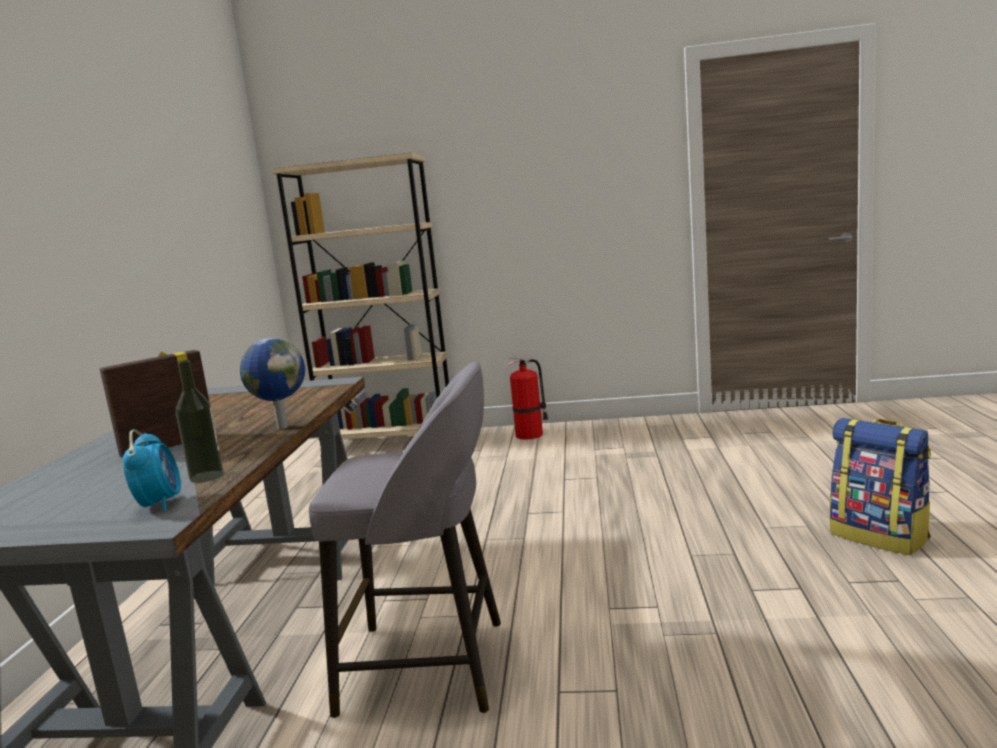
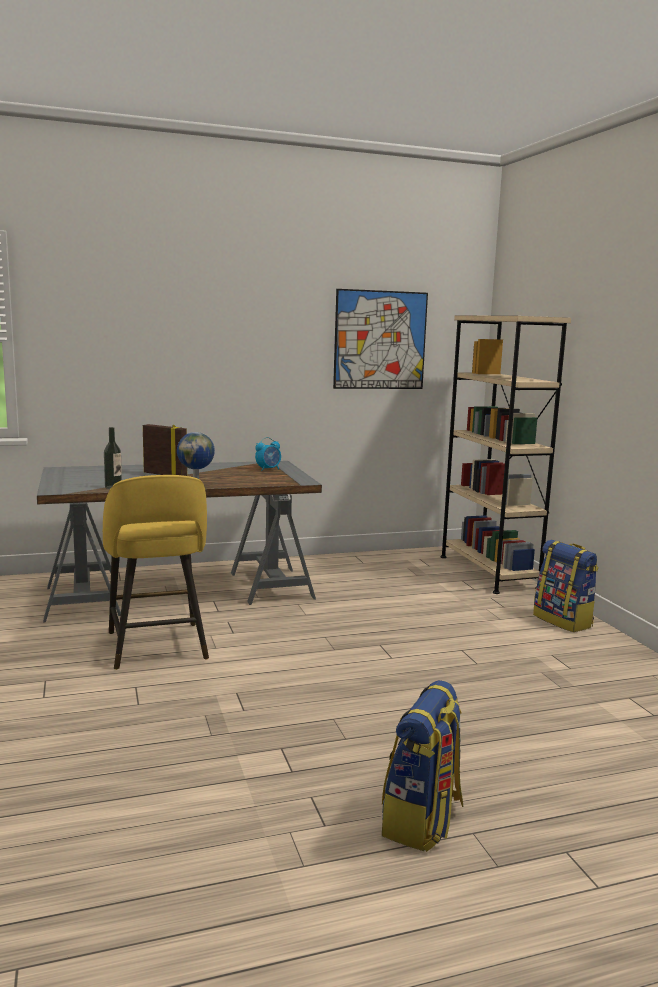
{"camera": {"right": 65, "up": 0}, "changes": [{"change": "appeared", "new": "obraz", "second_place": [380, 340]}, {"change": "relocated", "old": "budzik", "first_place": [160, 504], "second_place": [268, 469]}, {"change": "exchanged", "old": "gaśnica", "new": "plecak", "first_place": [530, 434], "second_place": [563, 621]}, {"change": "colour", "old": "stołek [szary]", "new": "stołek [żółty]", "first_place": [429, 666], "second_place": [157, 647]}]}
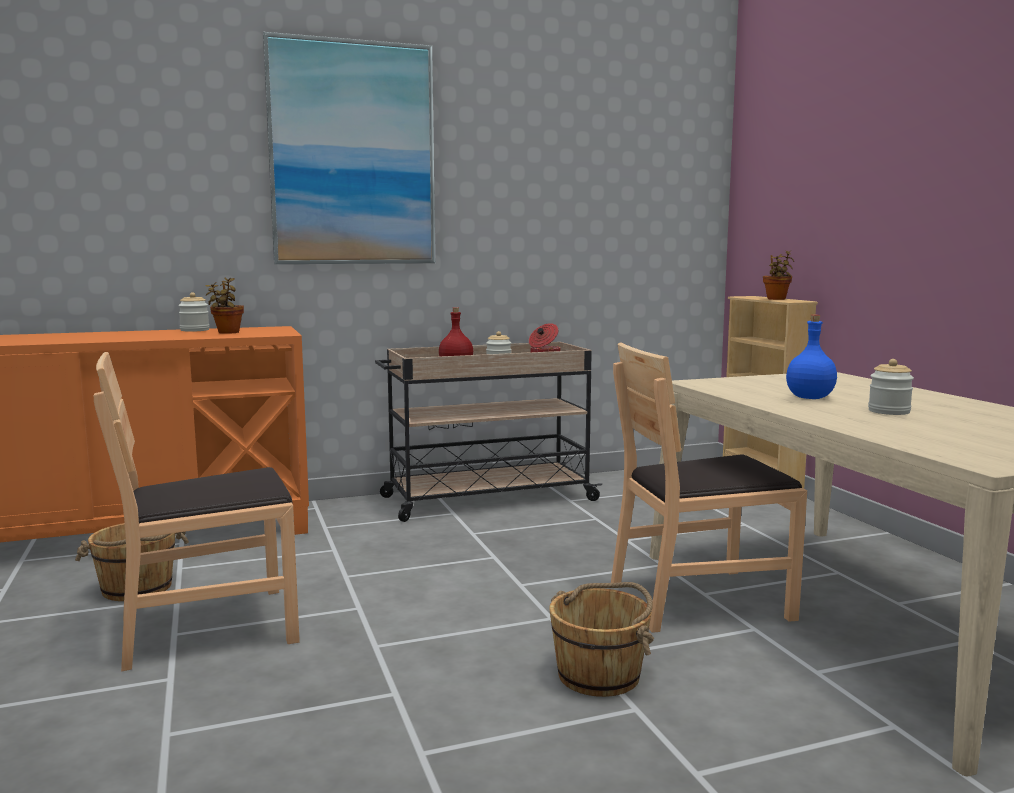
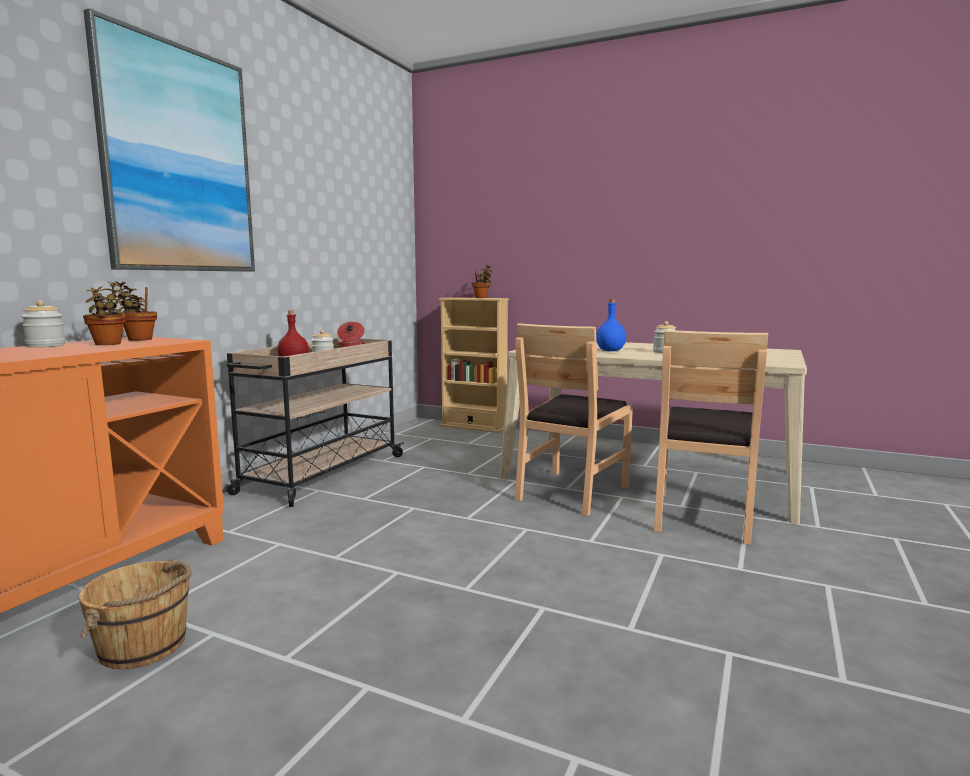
{"camera": {"right": -45, "up": 0}, "changes": [{"change": "missing", "old": "wiadro [brązowy]", "first_place": [600, 675]}, {"change": "appeared", "new": "roślina doniczkowa", "second_place": [138, 339]}, {"change": "relocated", "old": "krzesło [brązowy]", "first_place": [209, 627], "second_place": [702, 516]}]}
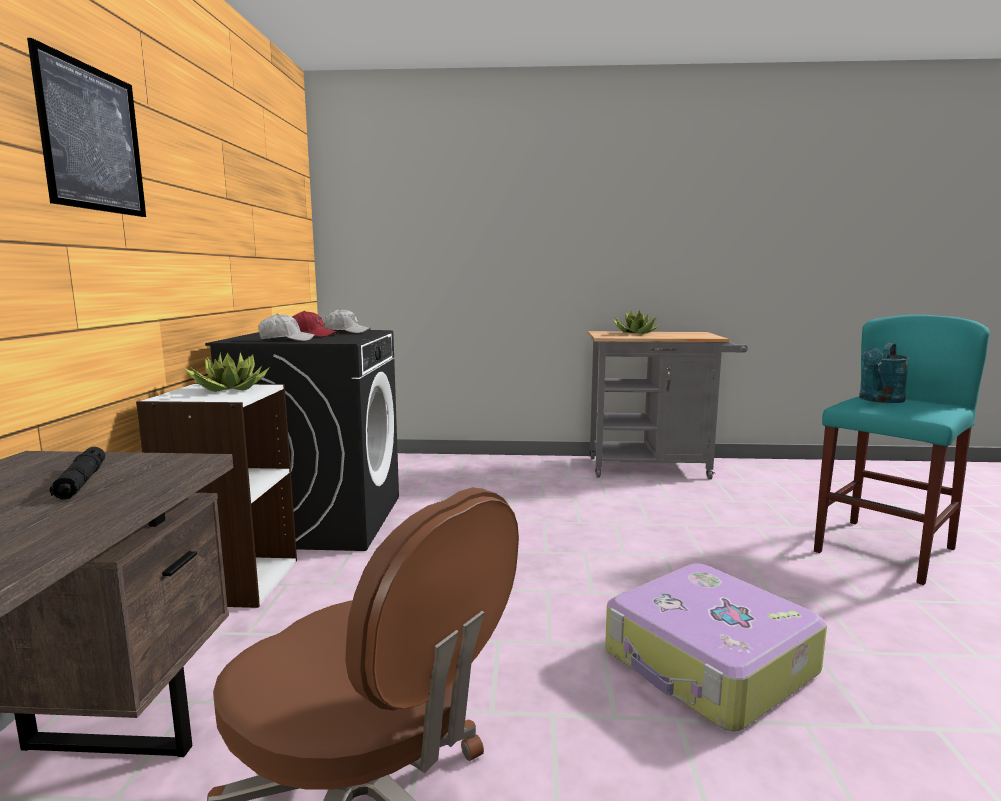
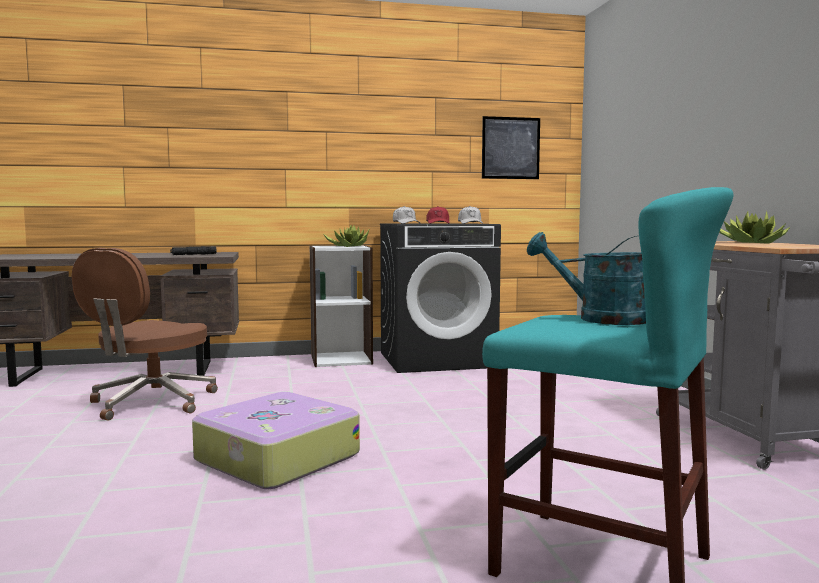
{"camera": {"right": 75, "up": -5}, "changes": [{"change": "relocated", "old": "obraz", "first_place": [92, 139], "second_place": [510, 148]}]}
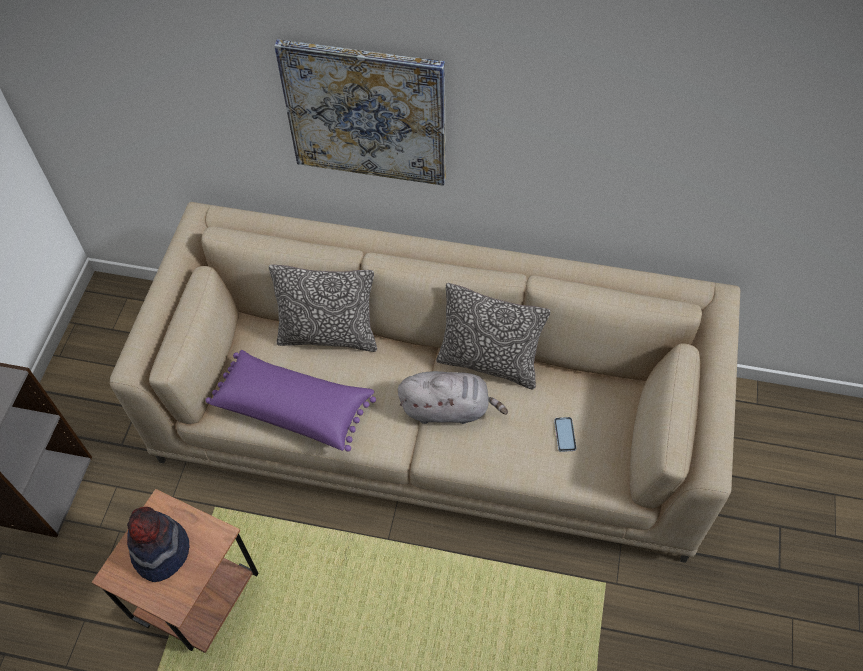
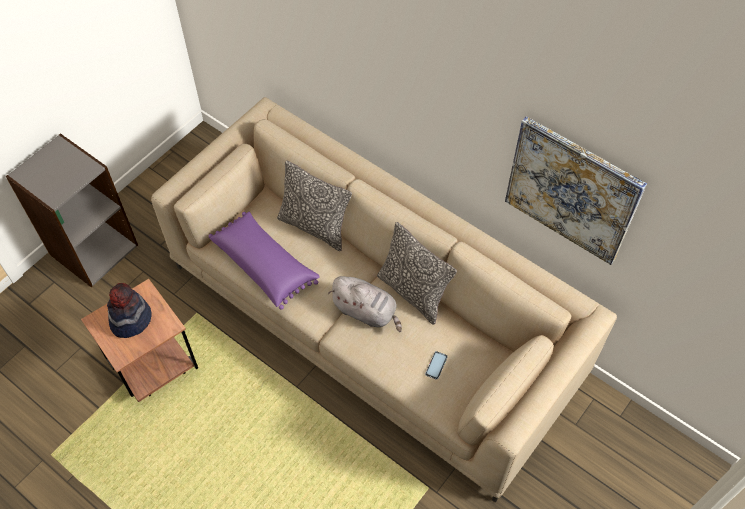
{"camera": {"right": 25, "up": 0}, "changes": [{"change": "relocated", "old": "obraz", "first_place": [366, 113], "second_place": [572, 190]}]}
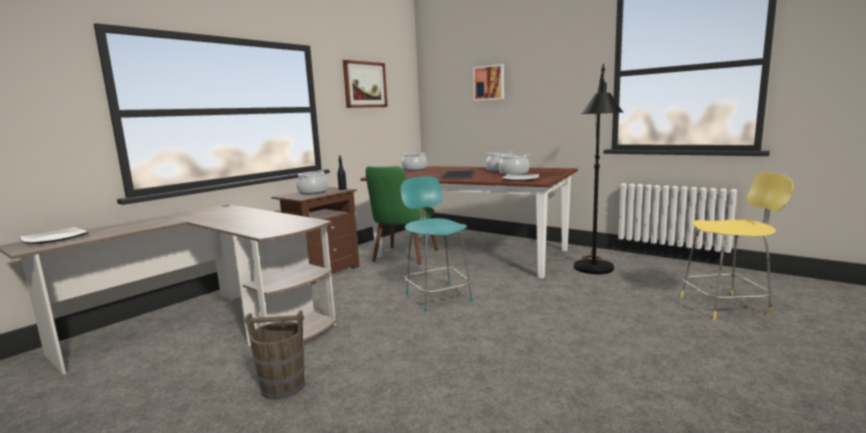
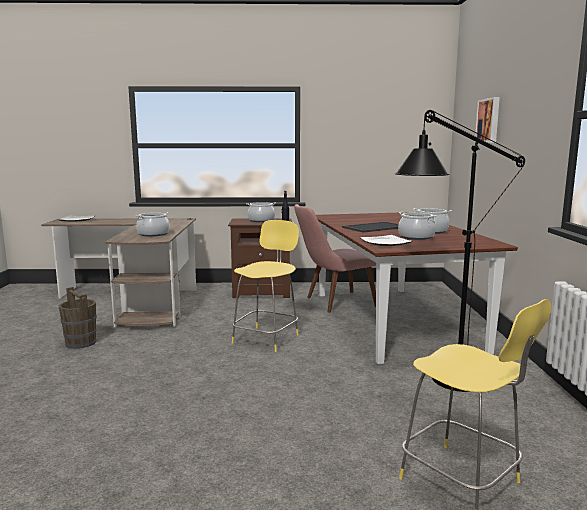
{"camera": {"right": 50, "up": 0}, "changes": [{"change": "missing", "old": "obraz", "first_place": [365, 84]}, {"change": "relocated", "old": "garnek", "first_place": [414, 169], "second_place": [153, 234]}, {"change": "colour", "old": "krzesło [zielony]", "new": "krzesło [różowy]", "first_place": [402, 258], "second_place": [332, 303]}, {"change": "colour", "old": "stołek [turkusowy]", "new": "stołek [żółty]", "first_place": [437, 296], "second_place": [267, 338]}]}
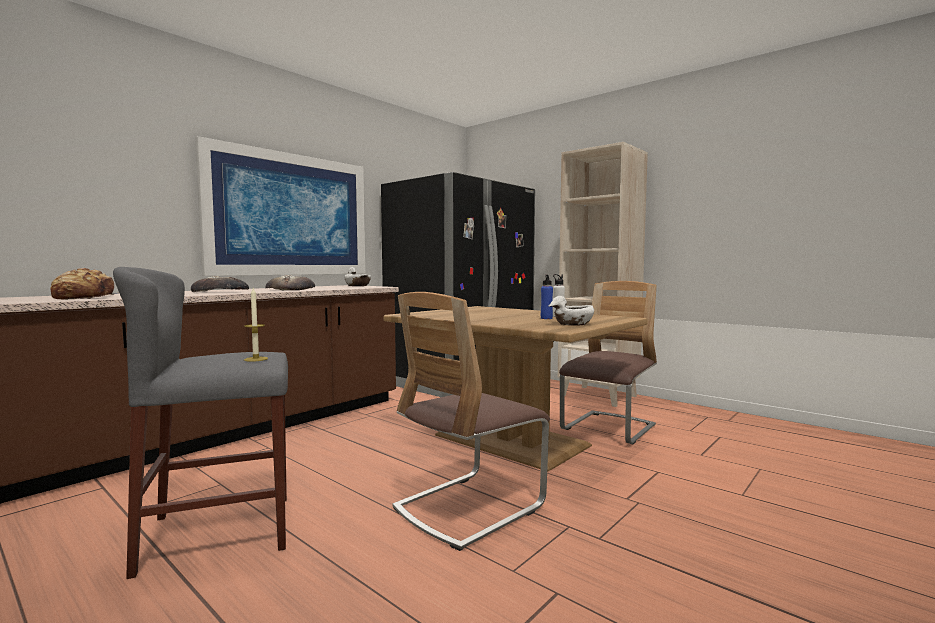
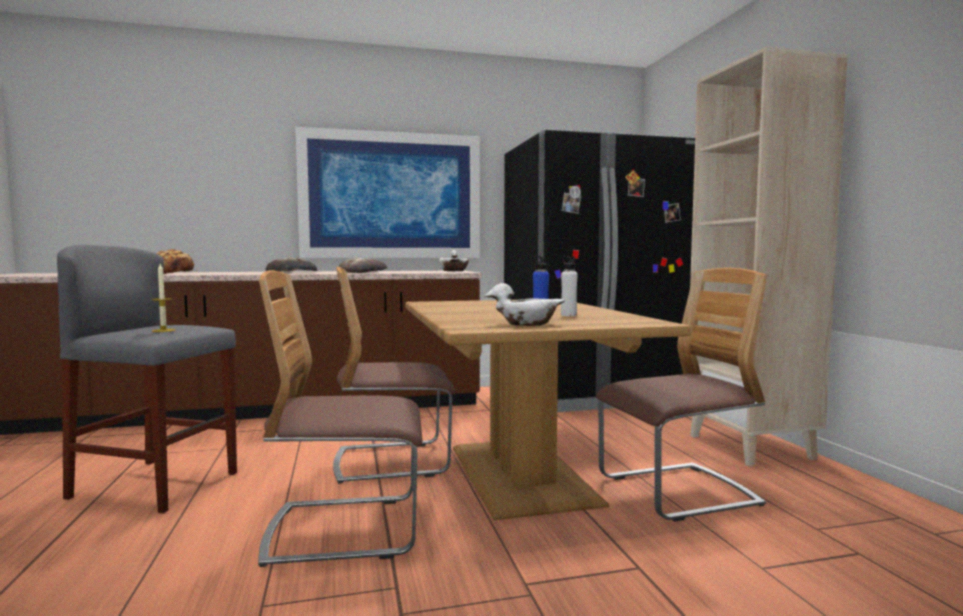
{"camera": {"right": 35, "up": 0}, "changes": [{"change": "appeared", "new": "krzesło", "second_place": [392, 462]}]}
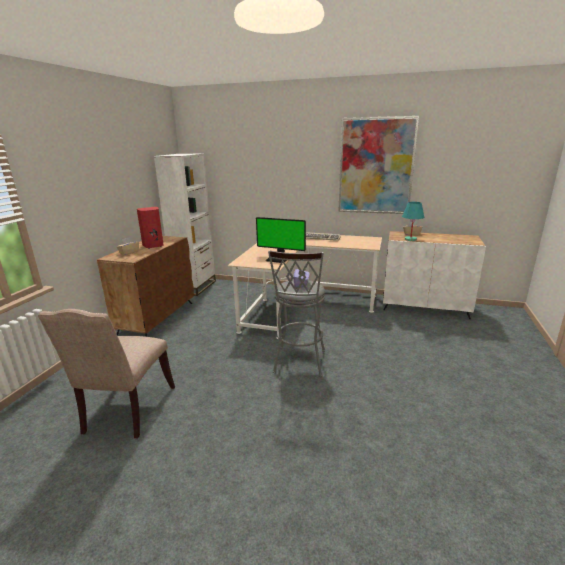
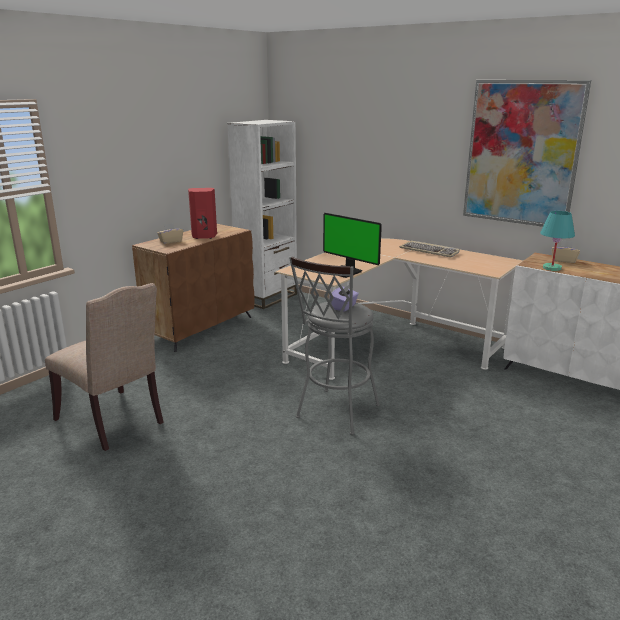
{"camera": {"right": 20, "up": 0}, "changes": [{"change": "spun", "old": "krzesło [beżowy]", "first_place": [127, 411], "second_place": [114, 422], "degrees": -75}]}
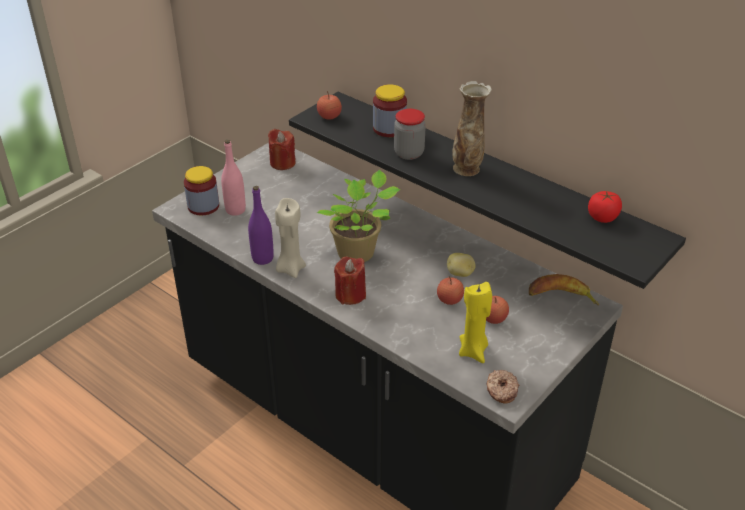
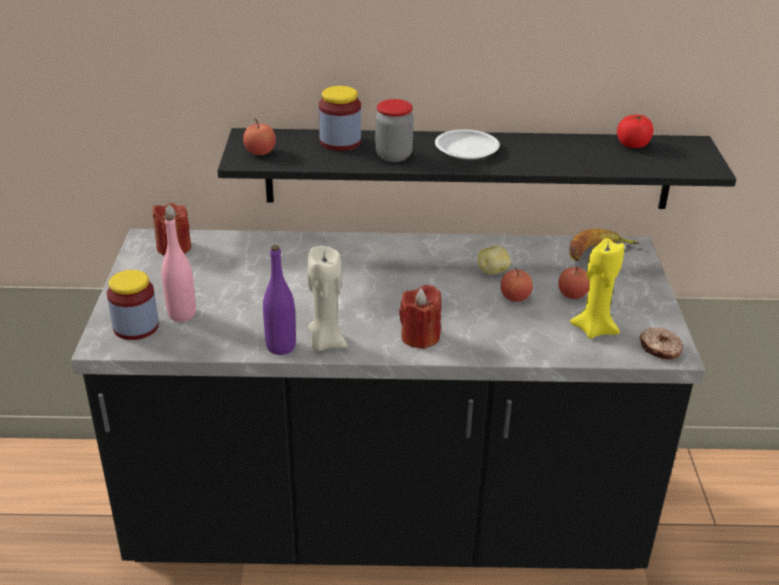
{"camera": {"right": -40, "up": -5}, "changes": [{"change": "missing", "old": "roślina doniczkowa", "first_place": [359, 253]}, {"change": "exchanged", "old": "wazon", "new": "talerz [biały]", "first_place": [467, 169], "second_place": [467, 149]}]}
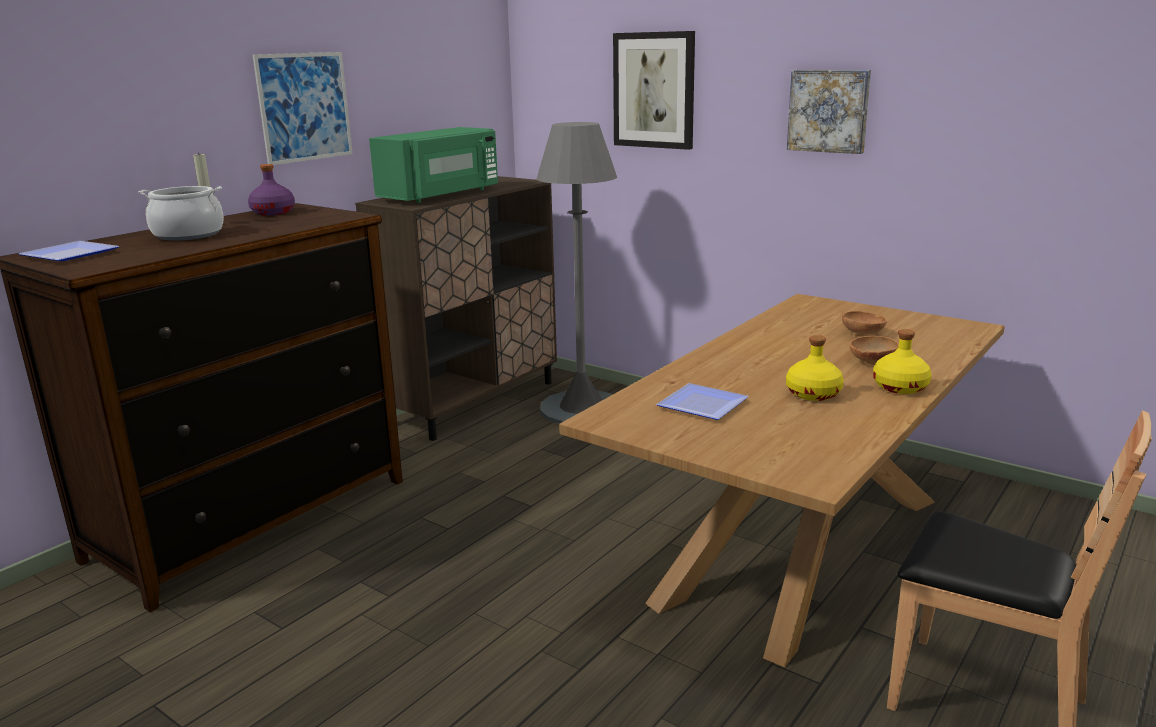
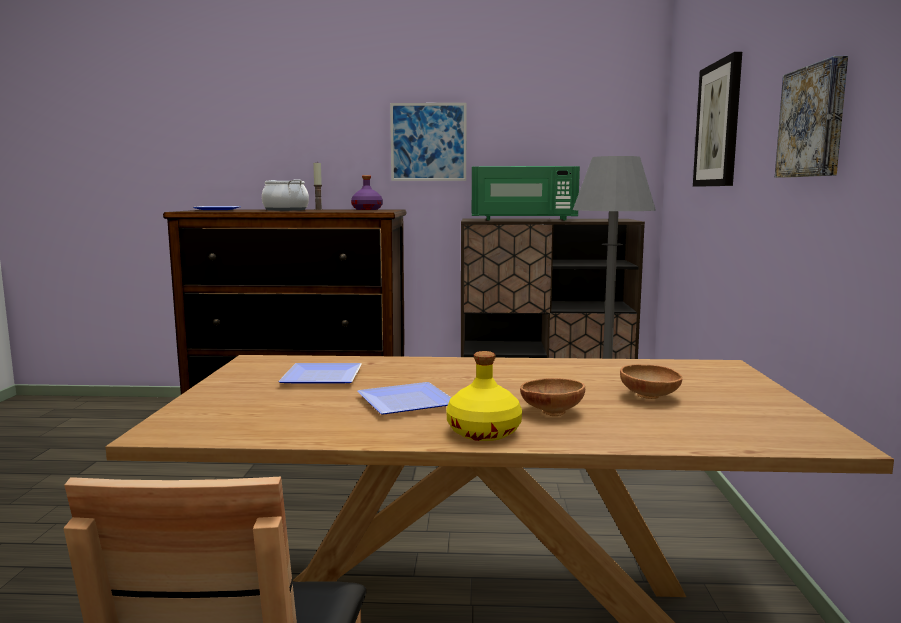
{"camera": {"right": 55, "up": -10}, "changes": [{"change": "exchanged", "old": "butelka [żółty]", "new": "talerz", "first_place": [814, 394], "second_place": [405, 404]}]}
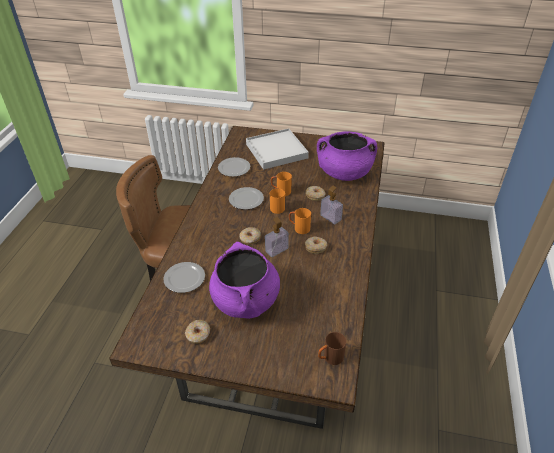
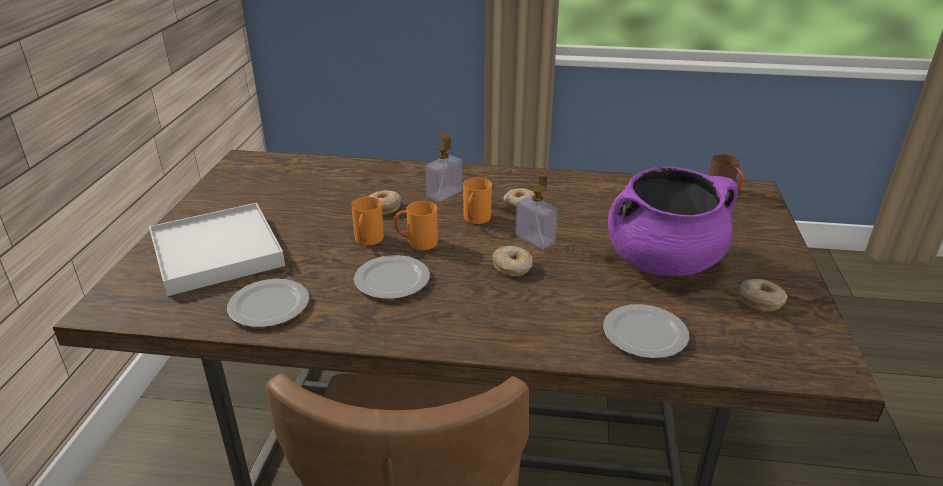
{"camera": {"right": -95, "up": -10}, "changes": [{"change": "missing", "old": "garnek [fioletowy]", "first_place": [344, 173]}]}
